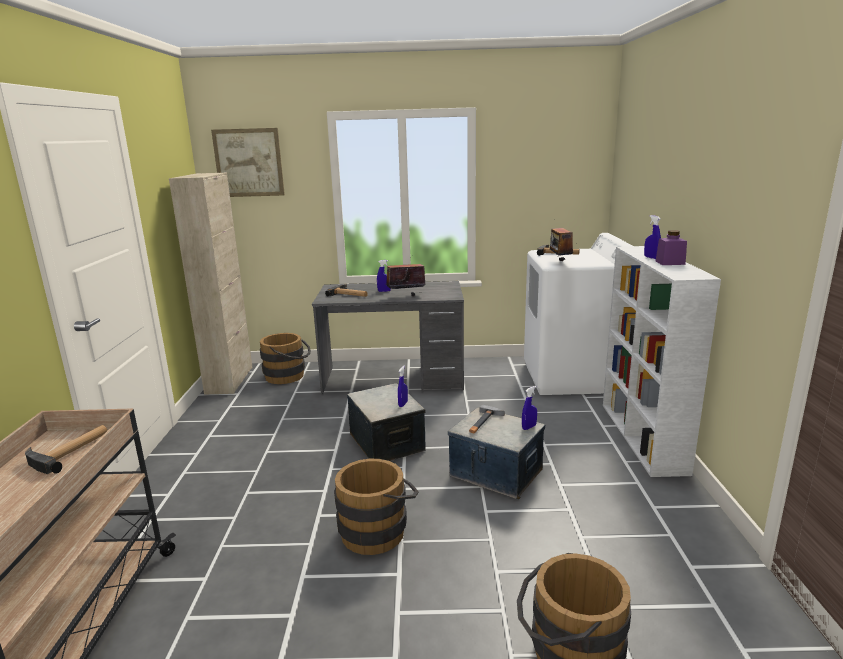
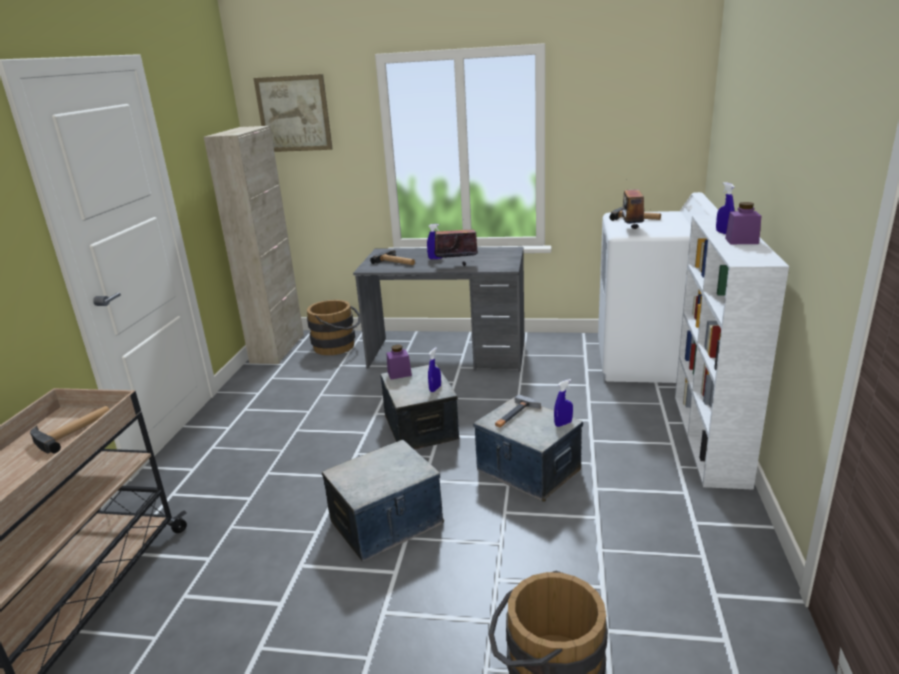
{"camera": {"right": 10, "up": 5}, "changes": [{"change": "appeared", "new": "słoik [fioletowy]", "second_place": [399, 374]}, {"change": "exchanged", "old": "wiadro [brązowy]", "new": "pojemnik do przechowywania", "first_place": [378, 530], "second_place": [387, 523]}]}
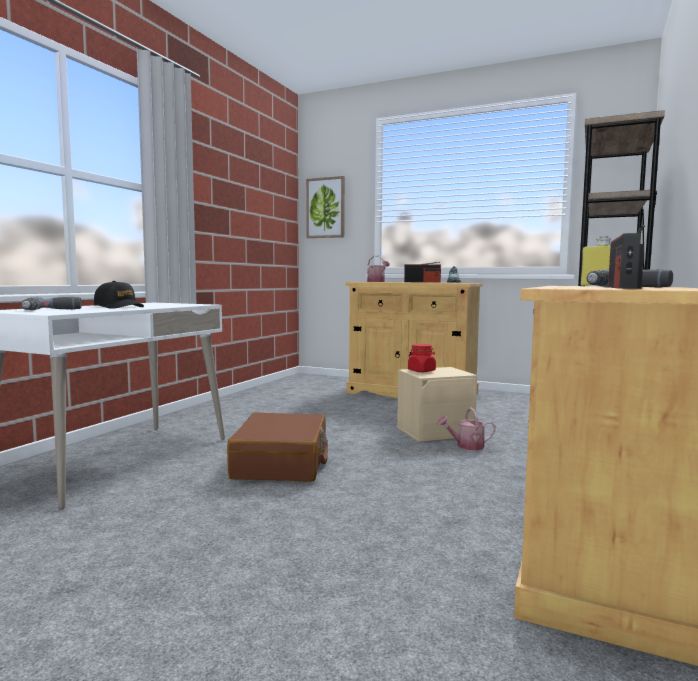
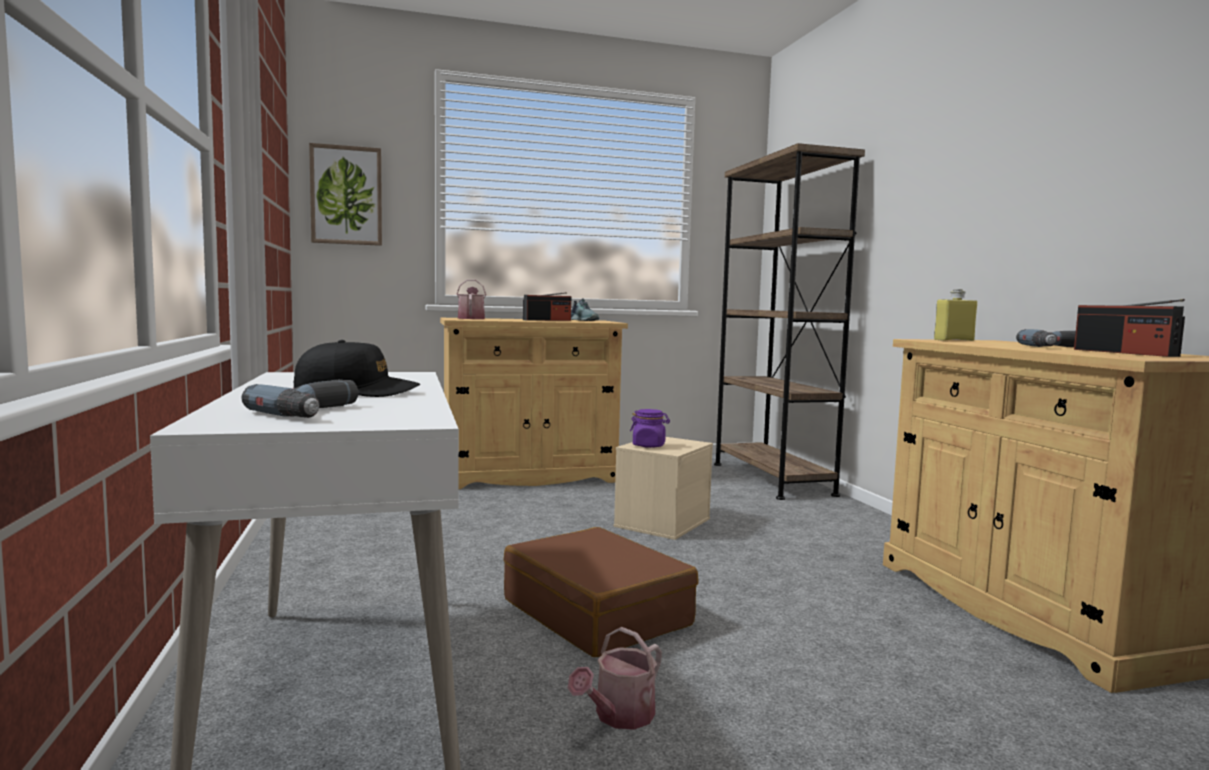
{"camera": {"right": -40, "up": 0}, "changes": [{"change": "relocated", "old": "konewka", "first_place": [466, 446], "second_place": [619, 716]}, {"change": "colour", "old": "słoik [czerwony]", "new": "słoik [fioletowy]", "first_place": [421, 371], "second_place": [649, 445]}]}
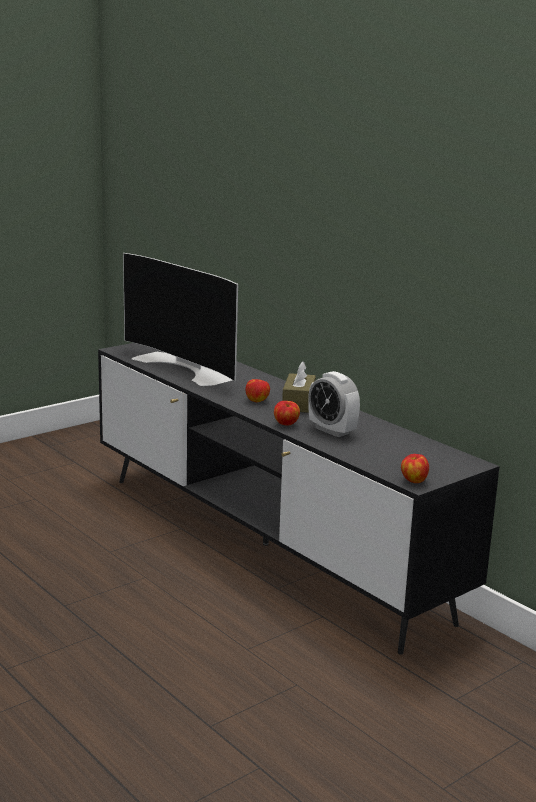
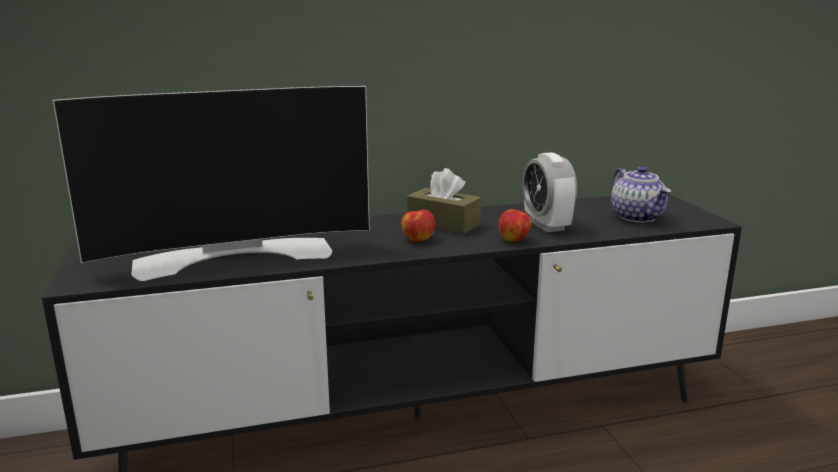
{"camera": {"right": -65, "up": 0}, "changes": [{"change": "missing", "old": "jabłko", "first_place": [413, 480]}, {"change": "appeared", "new": "imbryk", "second_place": [638, 217]}, {"change": "spun", "old": "budzik", "first_place": [332, 431], "second_place": [546, 225], "degrees": 90}]}
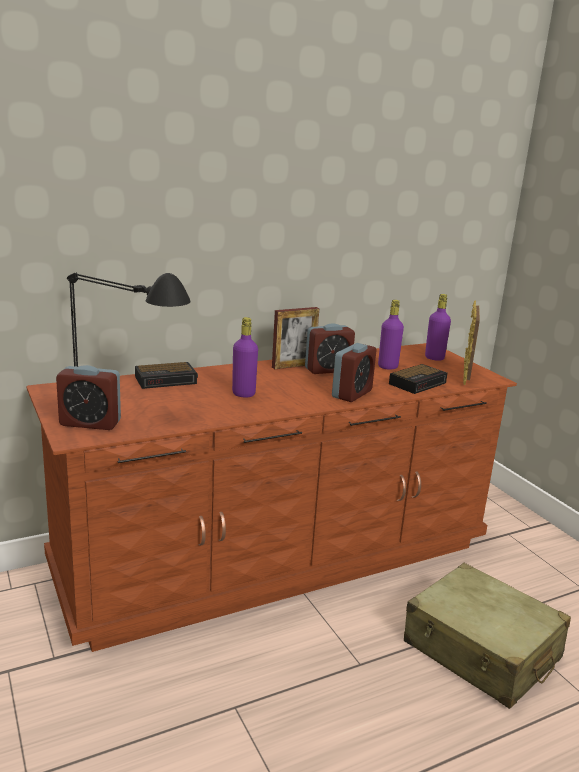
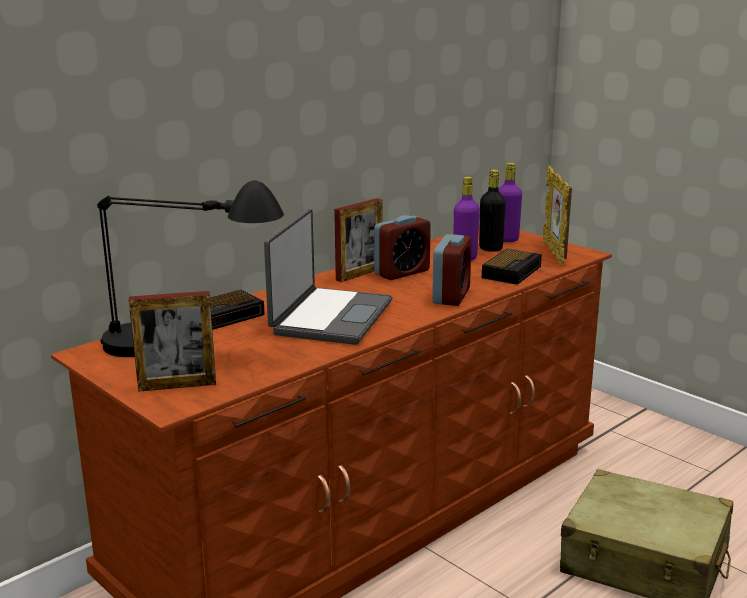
{"camera": {"right": -15, "up": 0}, "changes": [{"change": "appeared", "new": "butelka [czarny]", "second_place": [490, 248]}, {"change": "exchanged", "old": "budzik", "new": "ramka na zdjęcie", "first_place": [90, 423], "second_place": [177, 385]}, {"change": "exchanged", "old": "butelka [fioletowy]", "new": "laptop", "first_place": [243, 394], "second_place": [330, 317]}]}
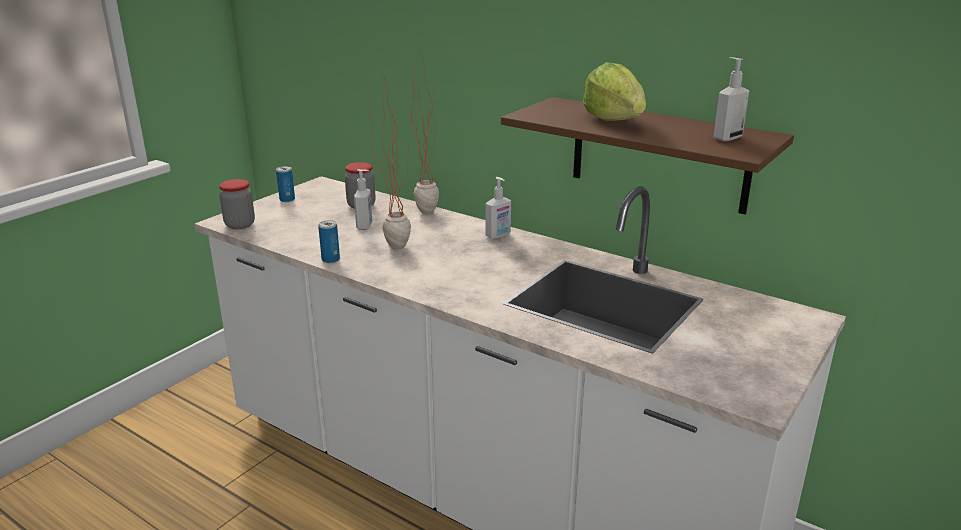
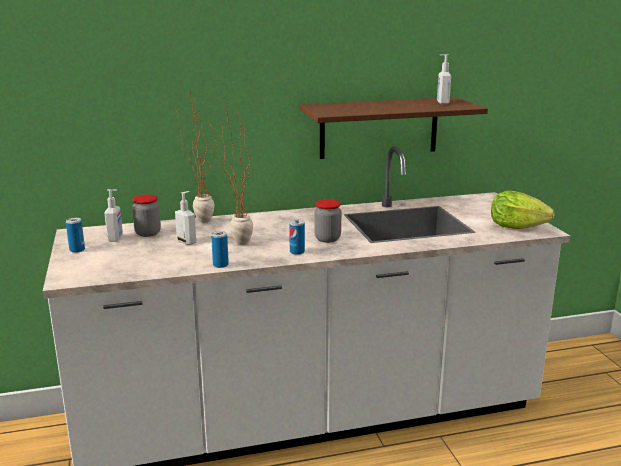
{"camera": {"right": -50, "up": -5}, "changes": [{"change": "appeared", "new": "puszka", "second_place": [297, 252]}, {"change": "relocated", "old": "słoik", "first_place": [240, 225], "second_place": [327, 239]}, {"change": "relocated", "old": "dozownik mydła", "first_place": [498, 235], "second_place": [116, 238]}, {"change": "relocated", "old": "sałata", "first_place": [614, 120], "second_place": [516, 227]}]}
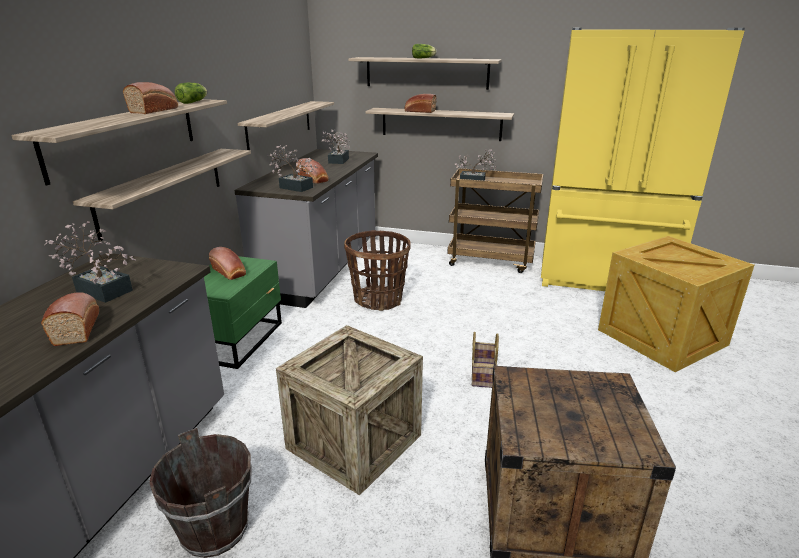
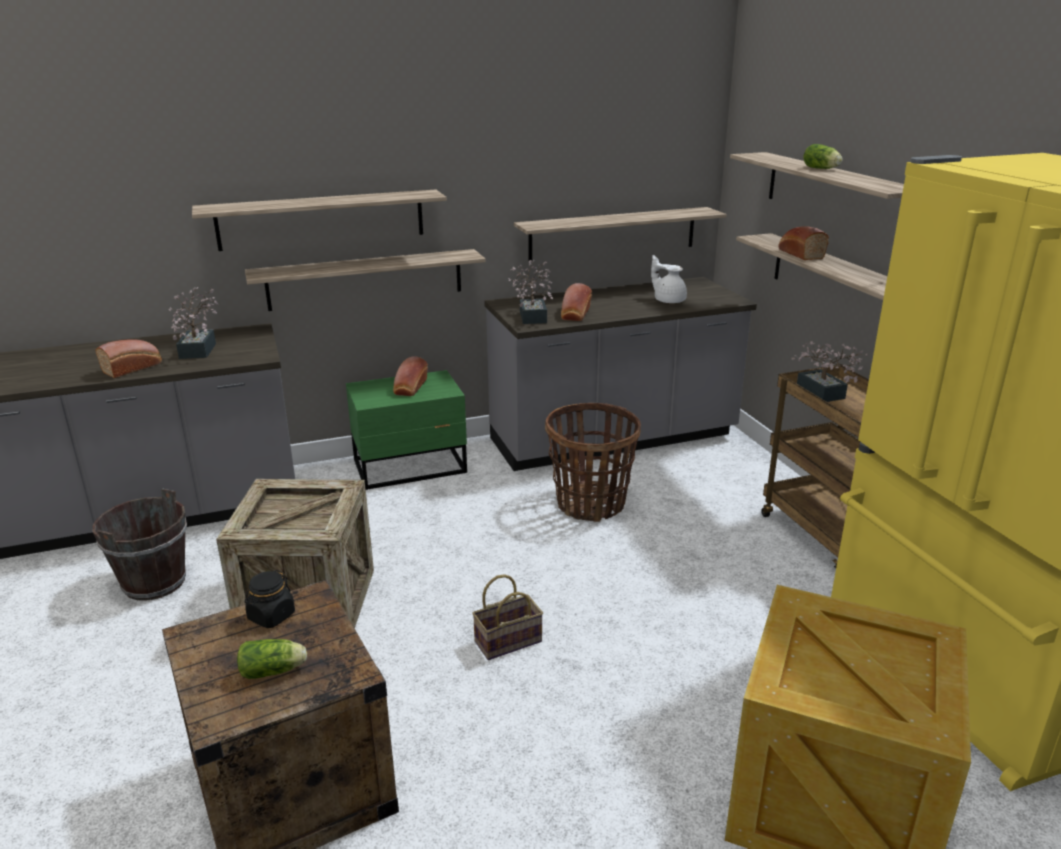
{"camera": {"right": 55, "up": 0}, "changes": [{"change": "missing", "old": "chleb", "first_place": [155, 110]}, {"change": "appeared", "new": "słoik [czarny]", "second_place": [271, 616]}, {"change": "relocated", "old": "sałata", "first_place": [194, 102], "second_place": [275, 671]}, {"change": "exchanged", "old": "roślina doniczkowa", "new": "imbryk [biały]", "first_place": [337, 161], "second_place": [668, 300]}]}
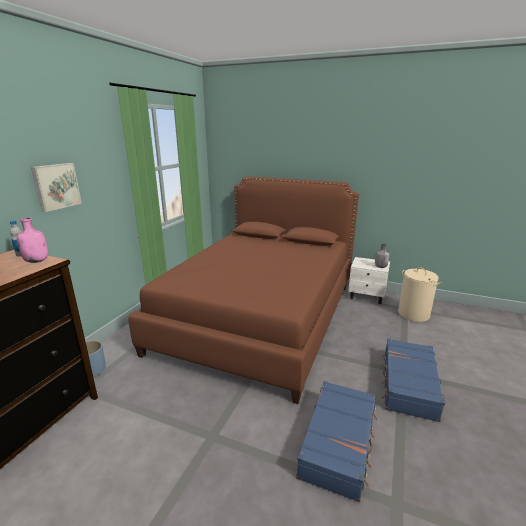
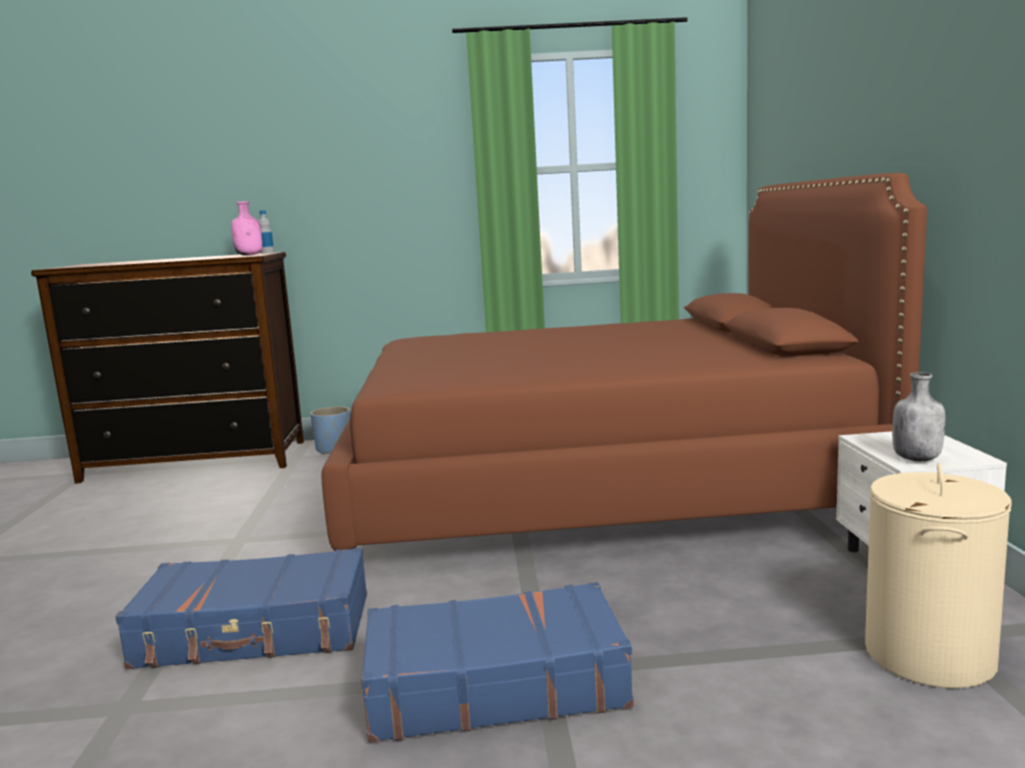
{"camera": {"right": 65, "up": -10}, "changes": [{"change": "missing", "old": "obraz", "first_place": [56, 186]}]}
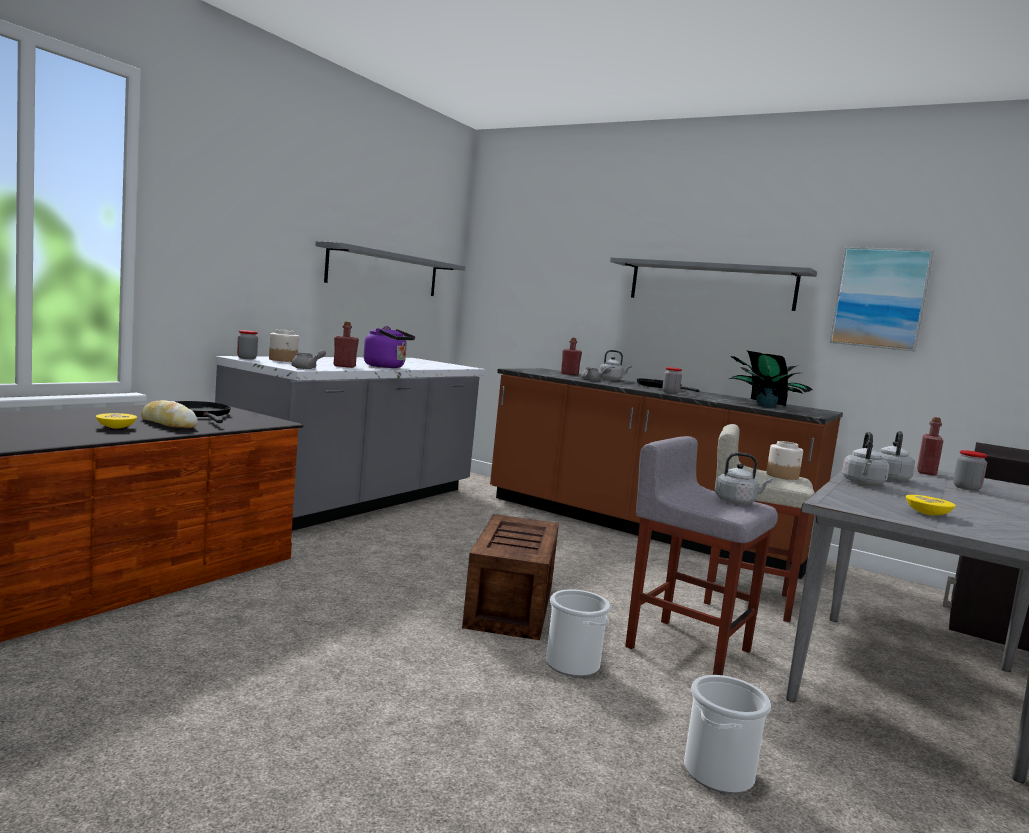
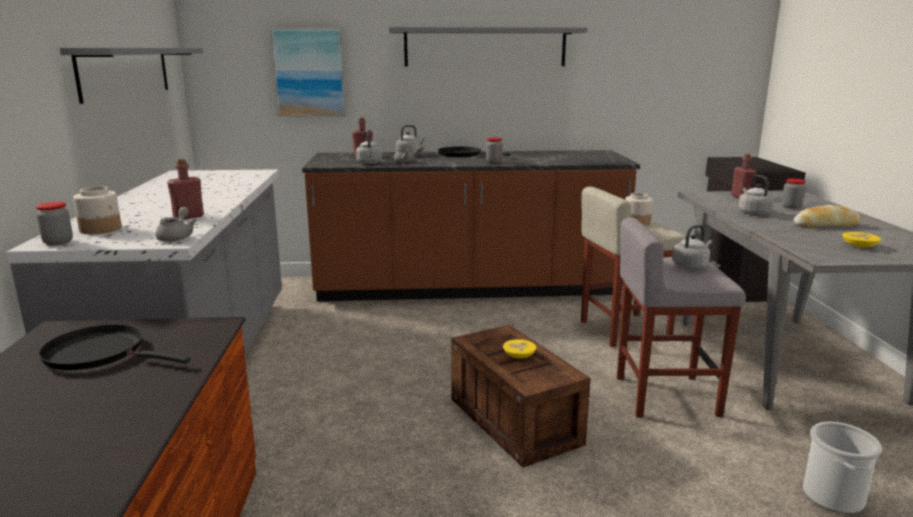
{"camera": {"right": -35, "up": 10}, "changes": [{"change": "missing", "old": "czajnik [fioletowy]", "first_place": [387, 367]}, {"change": "missing", "old": "wiadro", "first_place": [573, 664]}, {"change": "missing", "old": "roślina doniczkowa", "first_place": [765, 405]}, {"change": "relocated", "old": "miska [żółty]", "first_place": [116, 427], "second_place": [518, 355]}, {"change": "relocated", "old": "chleb", "first_place": [168, 423], "second_place": [825, 225]}, {"change": "relocated", "old": "obraz", "first_place": [880, 298], "second_place": [309, 73]}, {"change": "relocated", "old": "czajnik [szary]", "first_place": [863, 483], "second_place": [369, 163]}]}
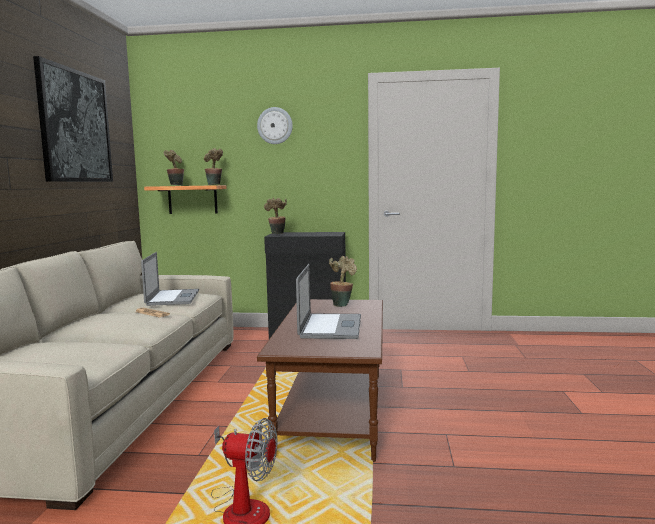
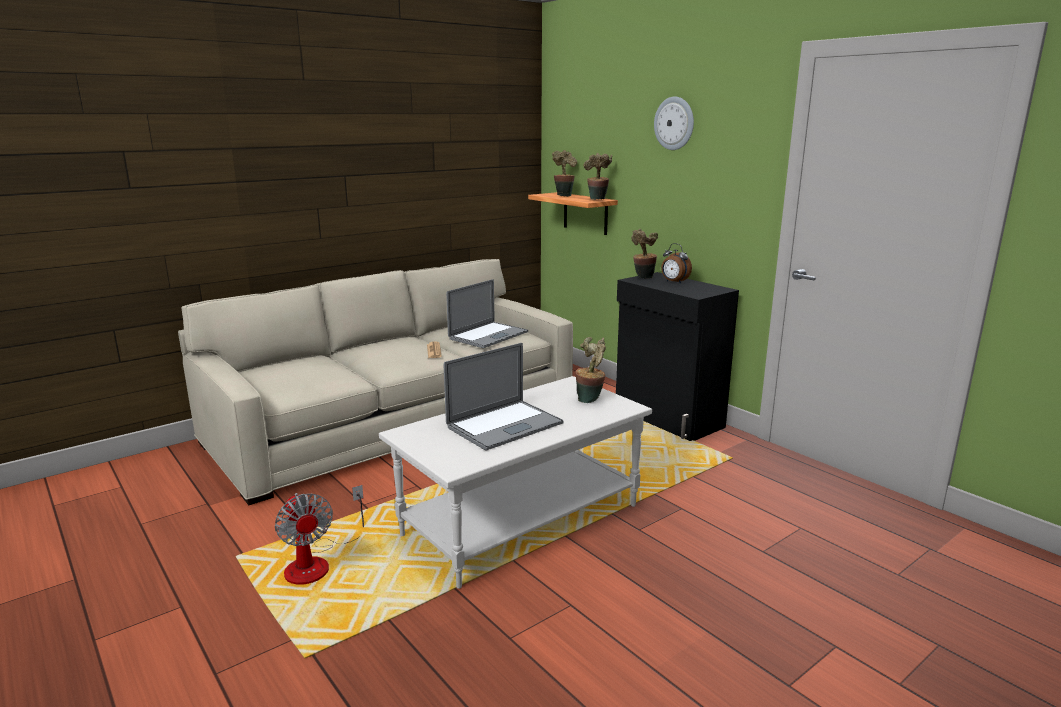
{"camera": {"right": 45, "up": 10}, "changes": [{"change": "missing", "old": "obraz", "first_place": [75, 126]}, {"change": "appeared", "new": "budzik", "second_place": [674, 282]}, {"change": "colour", "old": "ława [brązowy]", "new": "ława [biały]", "first_place": [332, 410], "second_place": [521, 519]}]}
